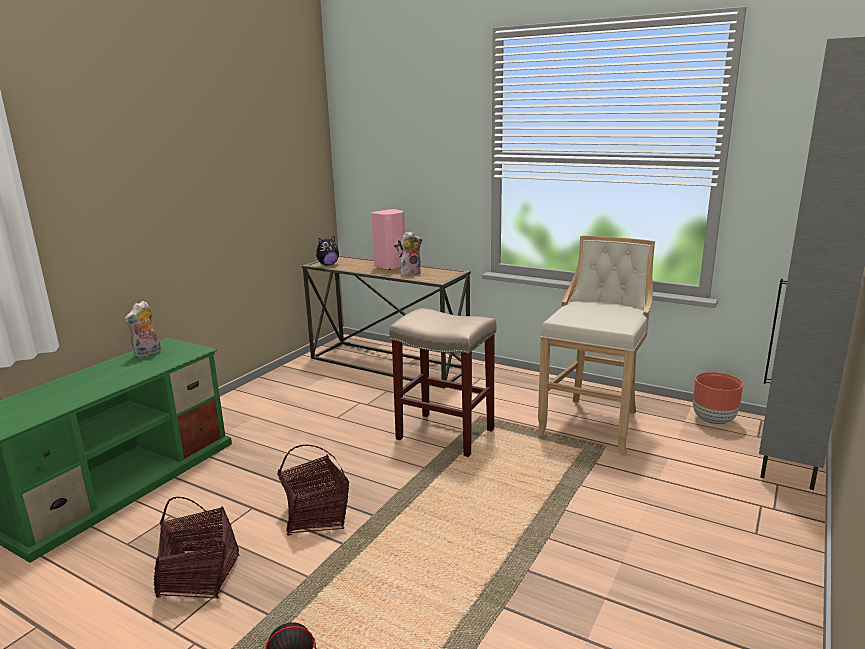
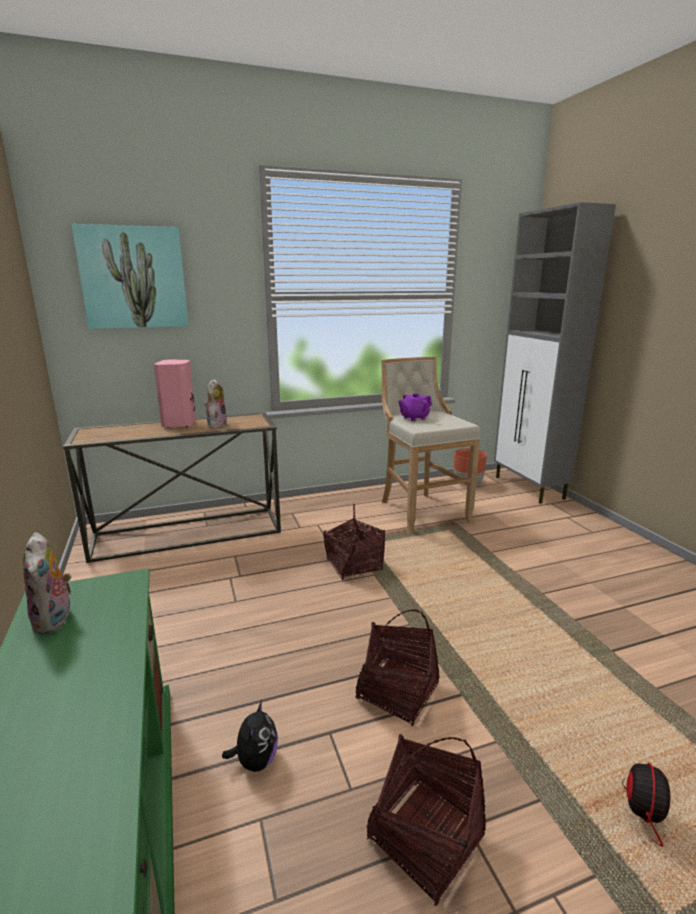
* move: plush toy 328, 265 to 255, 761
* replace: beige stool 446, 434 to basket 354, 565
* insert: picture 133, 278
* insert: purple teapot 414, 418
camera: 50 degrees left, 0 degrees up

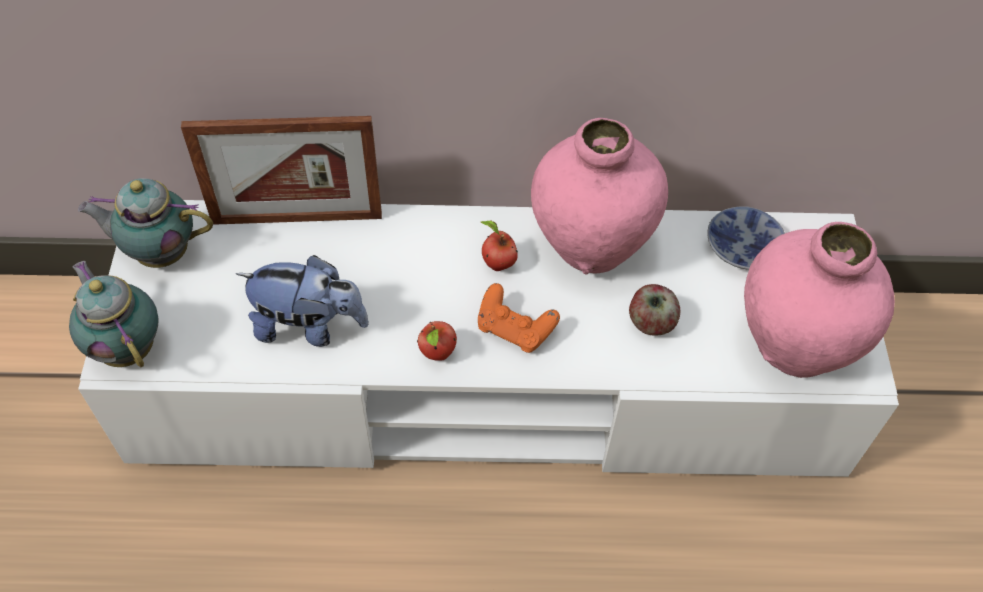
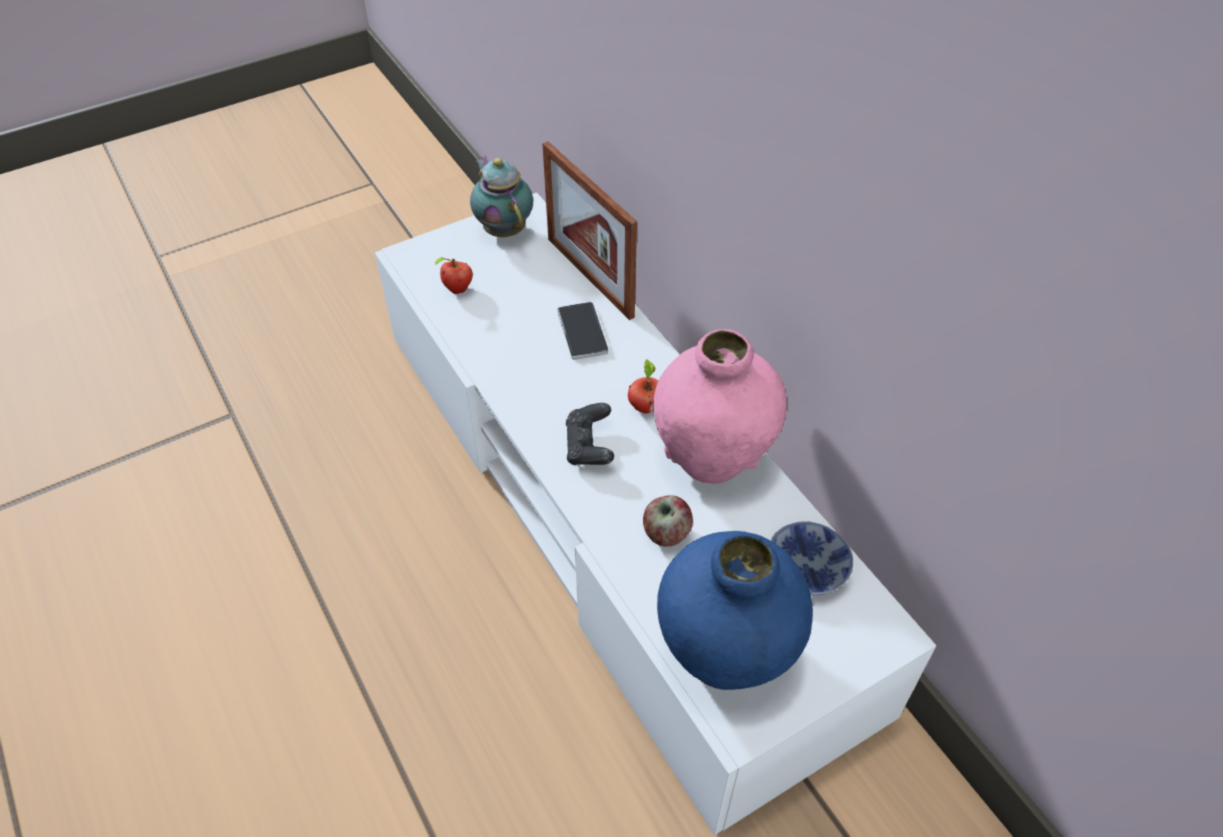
* delete: teapot 127, 346
* delete: plush toy 309, 326
* move: apple 438, 354 to 457, 290
* recolor: orange game controller 515, 329 to black game controller 589, 447
* recolor: pink vase 793, 347 to blue vase 725, 654
* insert: phone 582, 332
camera: 60 degrees right, 5 degrees down

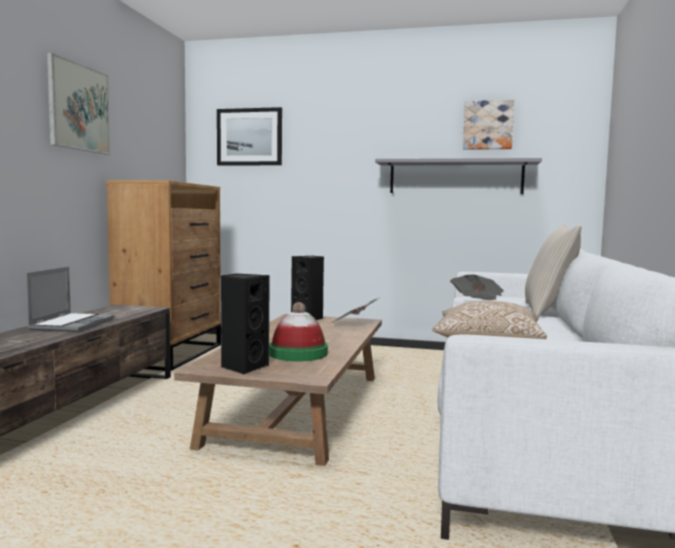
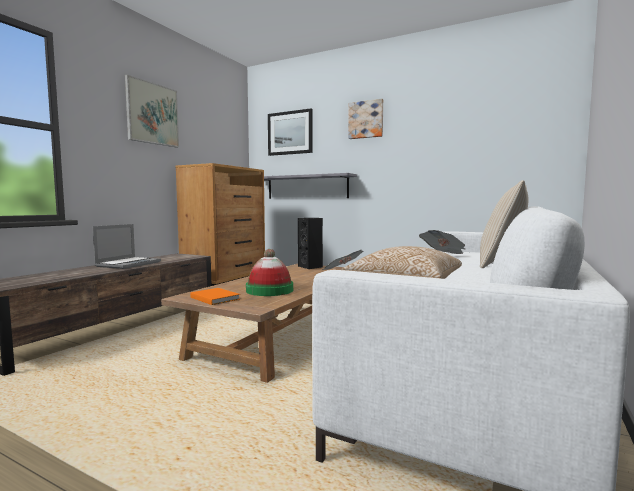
* replace: black speaker 243, 367 to orange book 215, 298
* move: grey shelf 455, 177 to 307, 187
* move: picture 488, 125 to 366, 119
camera: 15 degrees right, 0 degrees up

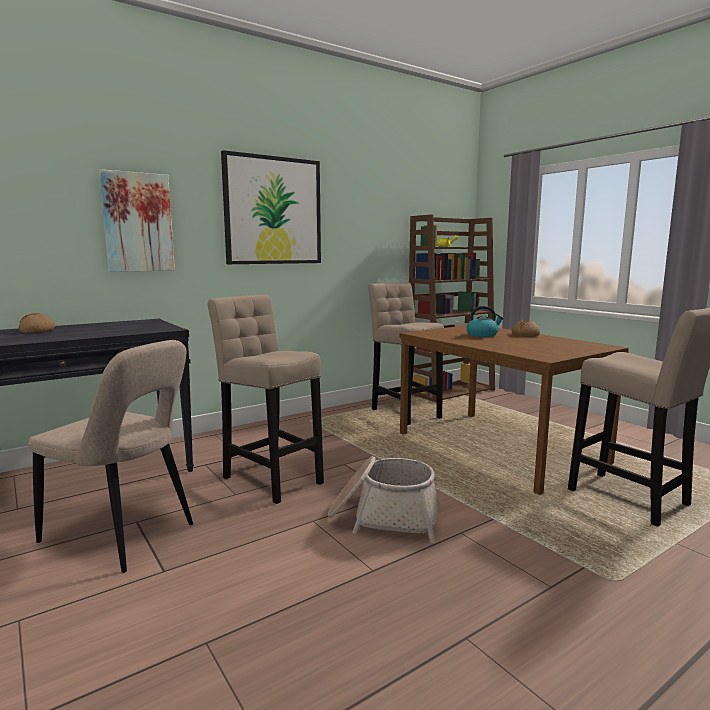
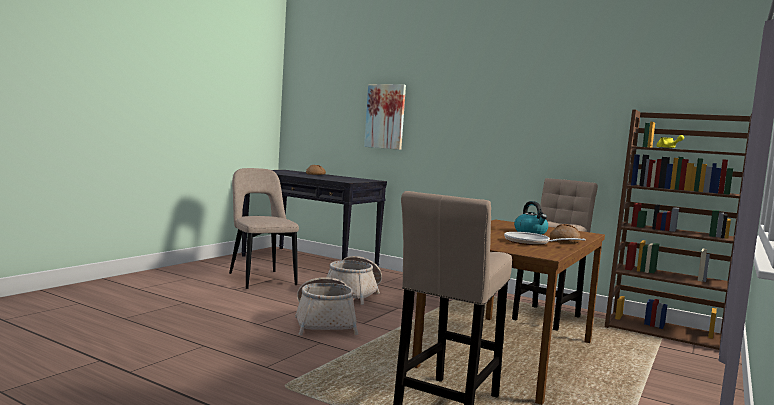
* rotate: beige chair 123, 535 = 260, 279 150 degrees clockwise
* replace: beige stool 270, 478 to basket 353, 293
* delete: picture 273, 211
* insert: frying pan 531, 243
camera: 65 degrees right, 5 degrees down

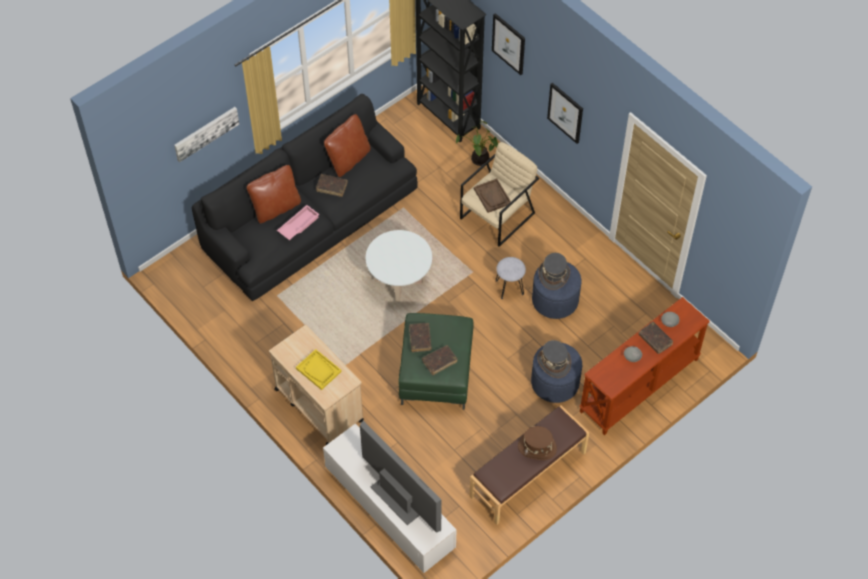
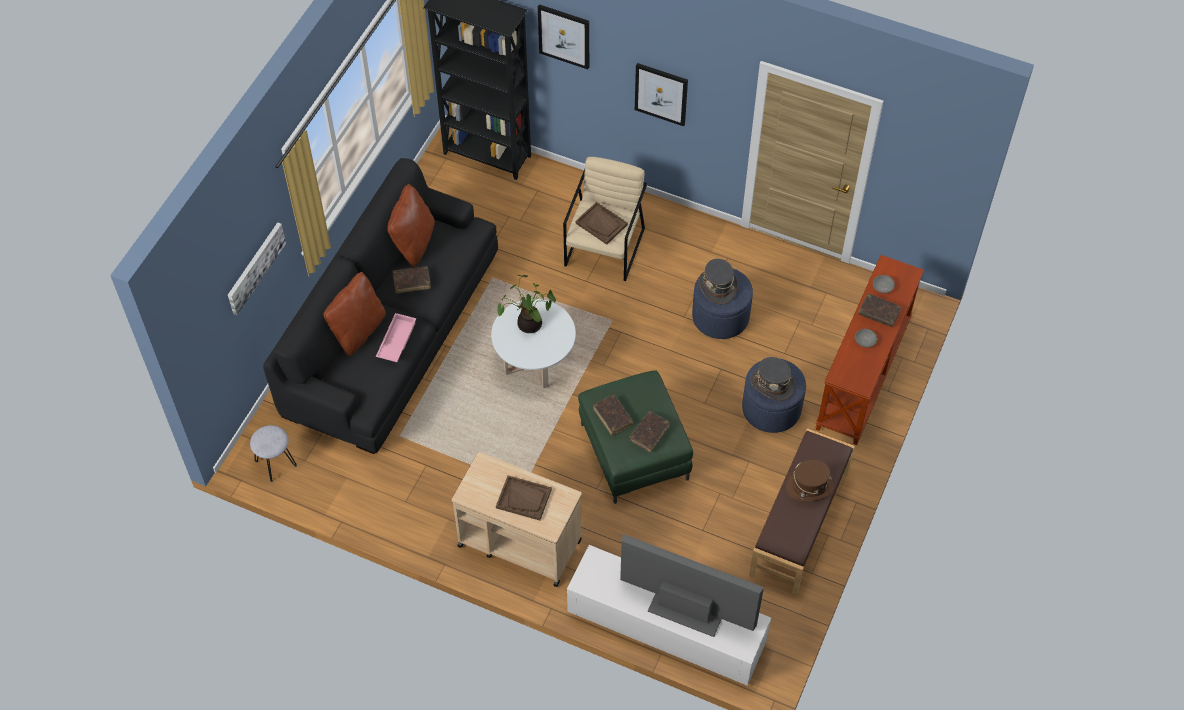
* recolor: yellow tray 318, 370 to brown tray 524, 498
* move: potted plant 478, 160 to 528, 326
* move: grey stool 509, 287 to 275, 463
camera: 25 degrees left, 0 degrees up

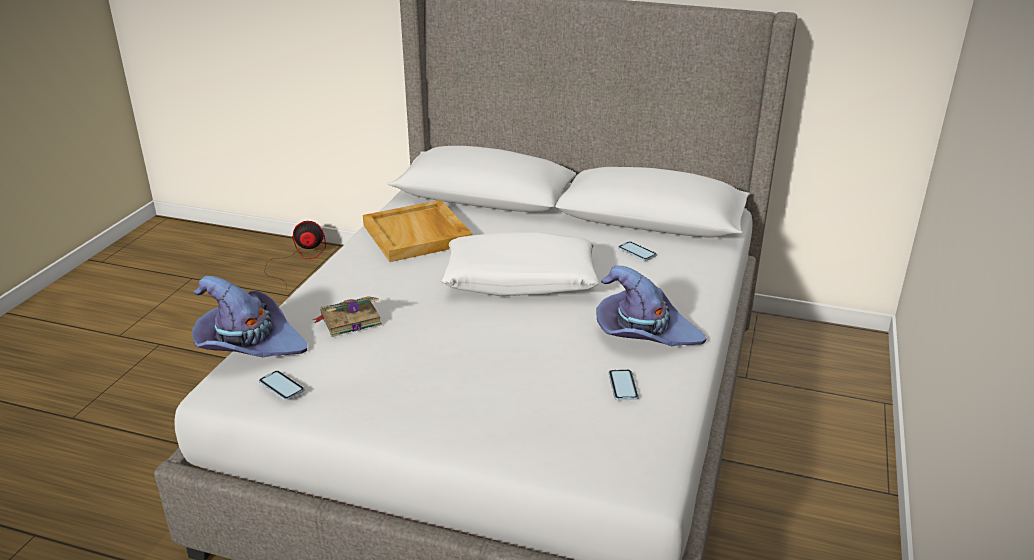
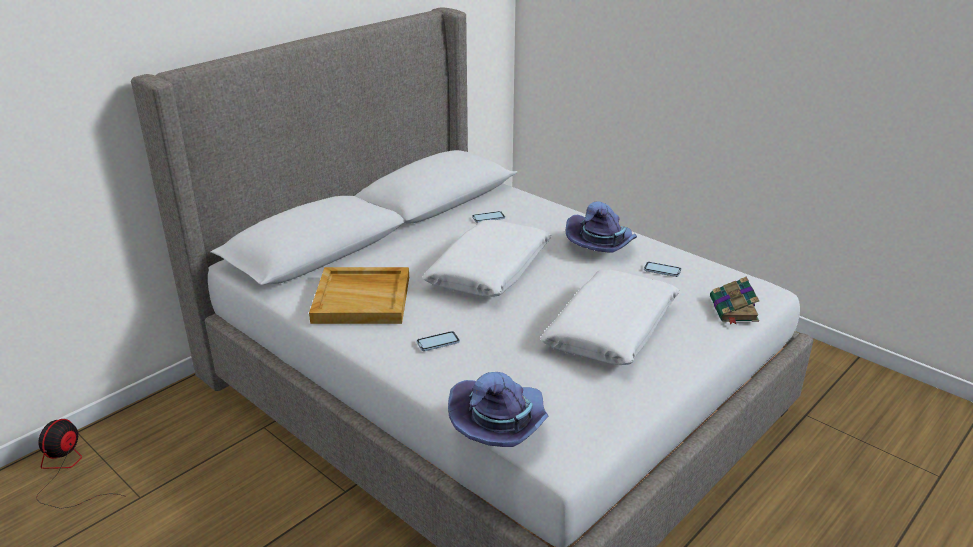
* move: phone 282, 387 to 438, 342
* move: book 349, 320 to 734, 310
* insert: white pillow 611, 330
camera: 65 degrees left, 0 degrees up

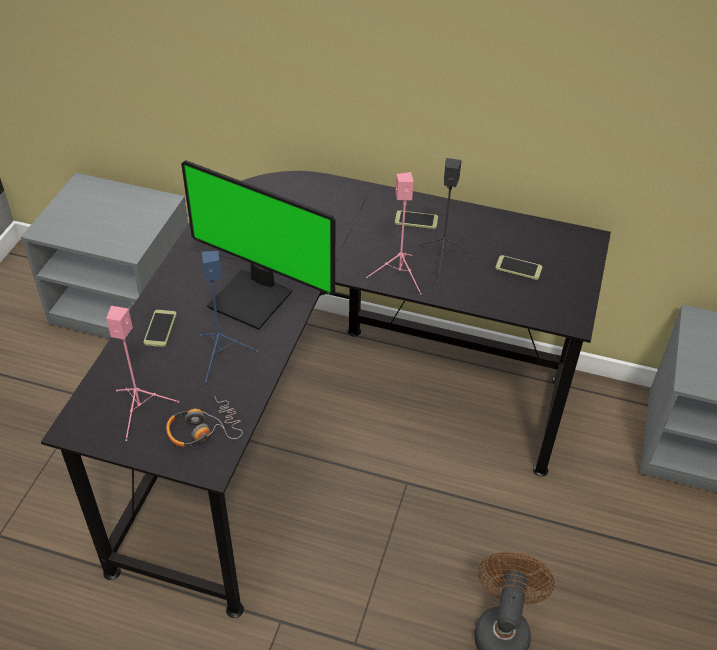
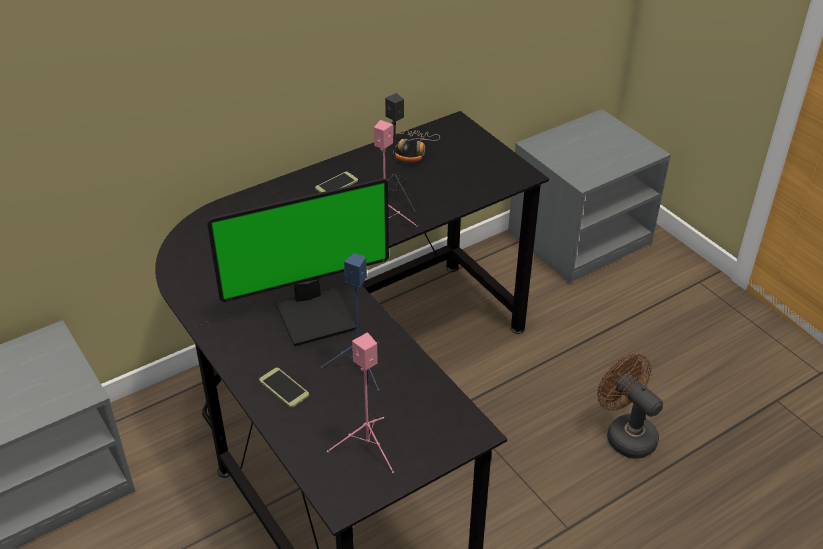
* move: headphones 203, 429 to 412, 150
* delete: phone 518, 268
camera: 50 degrees left, 5 degrees down

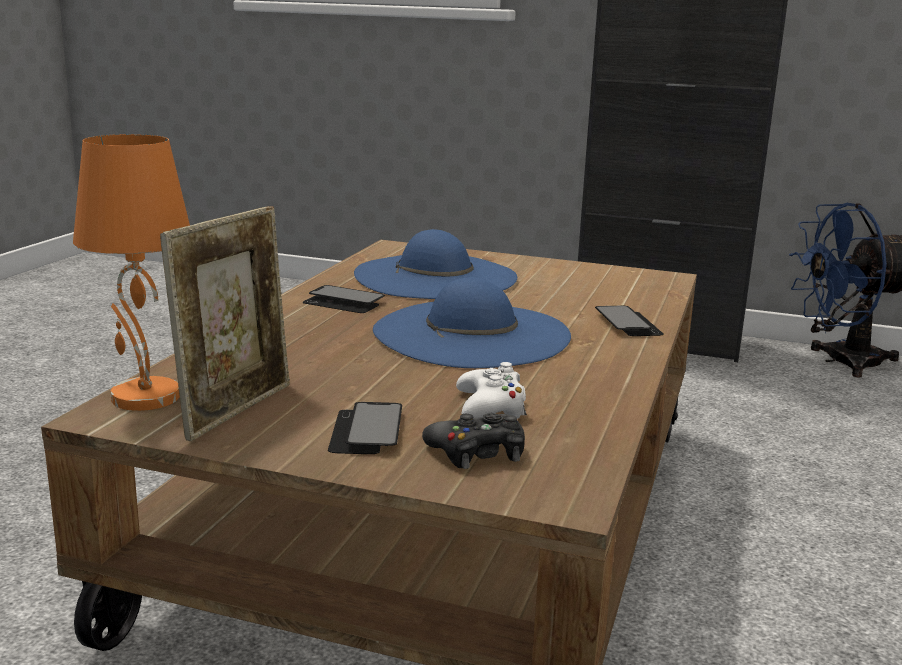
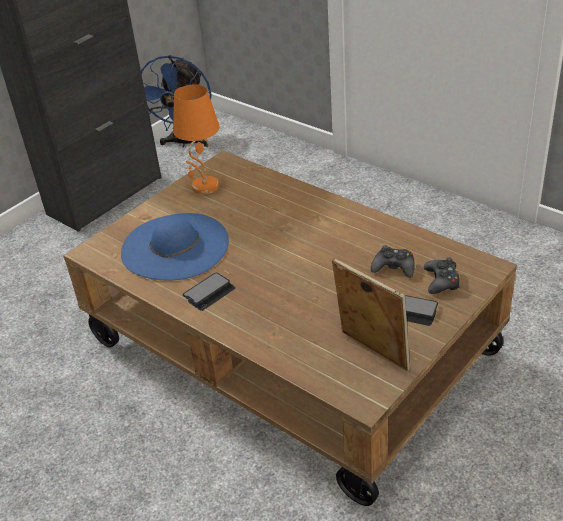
* move: orange table lamp 143, 397 to 205, 187
* delete: blue hat 471, 334
* recolor: white game controller 490, 407 to black game controller 394, 267
* delete: phone 628, 324
camera: 65 degrees left, 20 degrees up

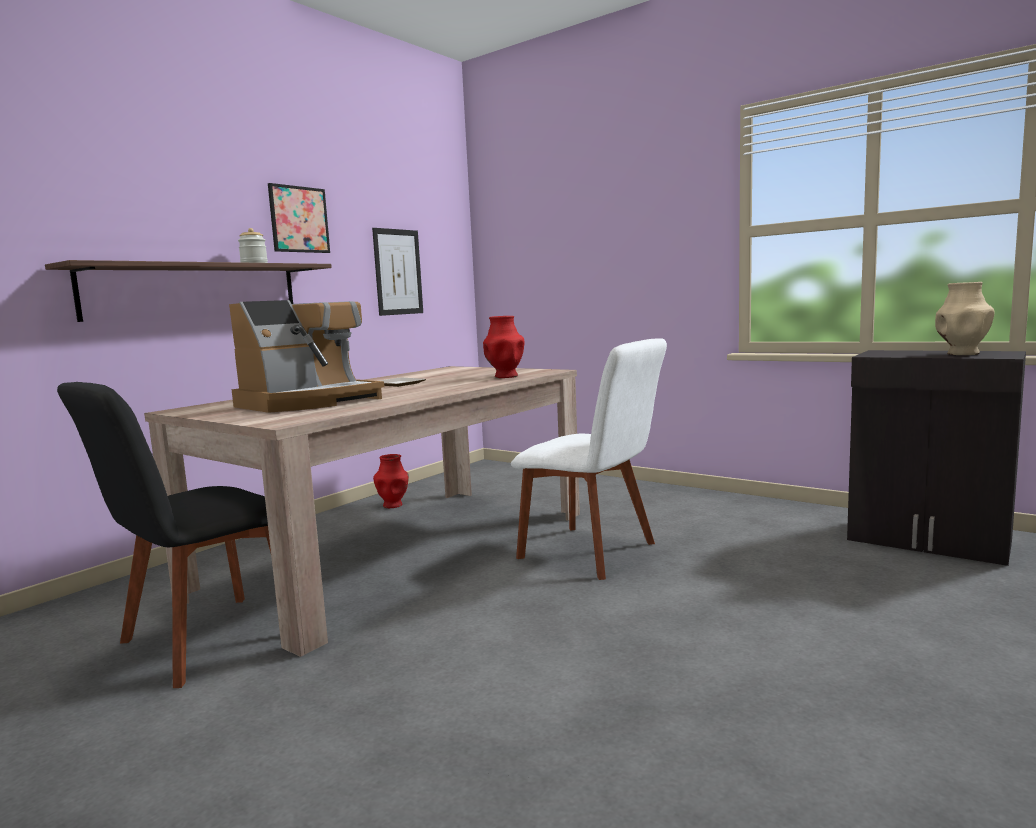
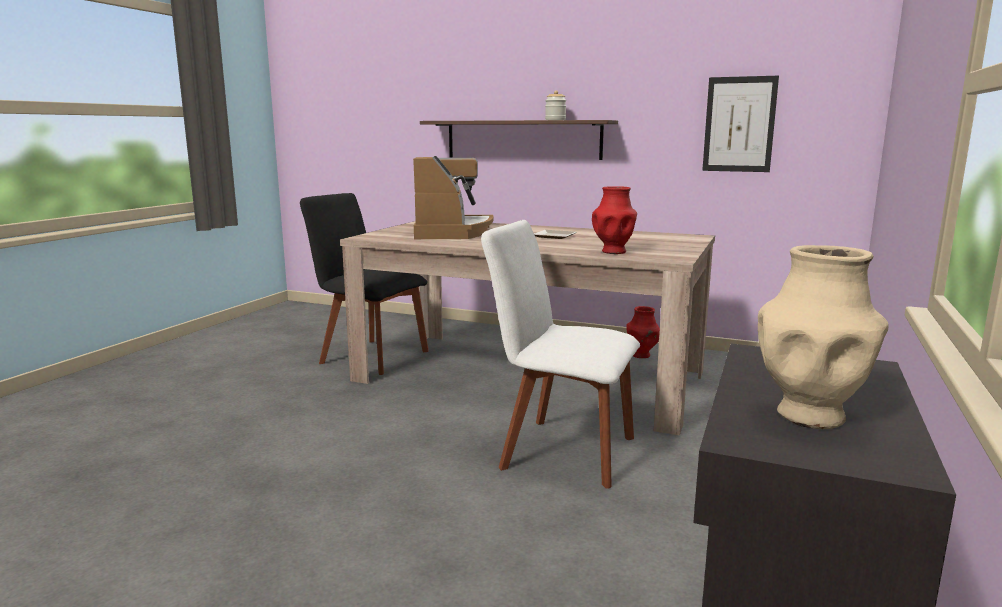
* rotate: coffee machine 309, 402 = 452, 232 120 degrees counterclockwise
* delete: picture 299, 219
* rotate: white chair 593, 552 = 561, 451 90 degrees clockwise
camera: 75 degrees right, 5 degrees up

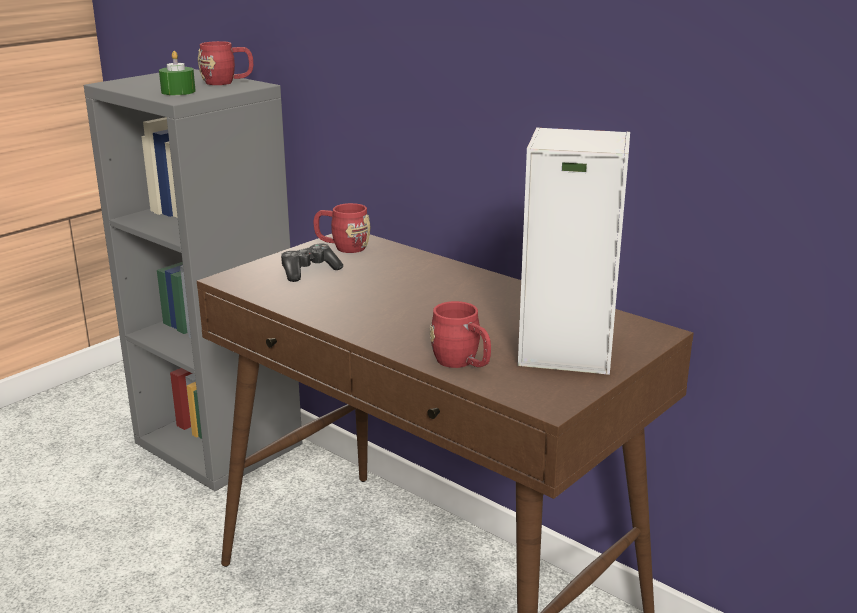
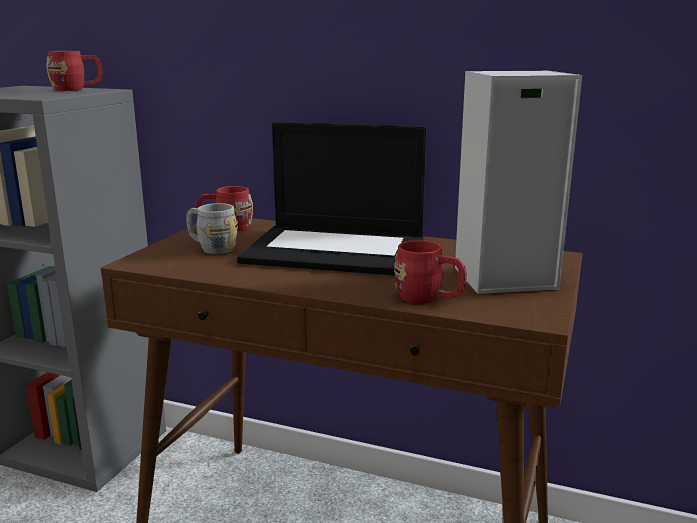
* delete: green candle 178, 91
* replace: game controller 309, 271 to grey mug 211, 248
* insert: laptop 338, 250
camera: 20 degrees left, 5 degrees down

